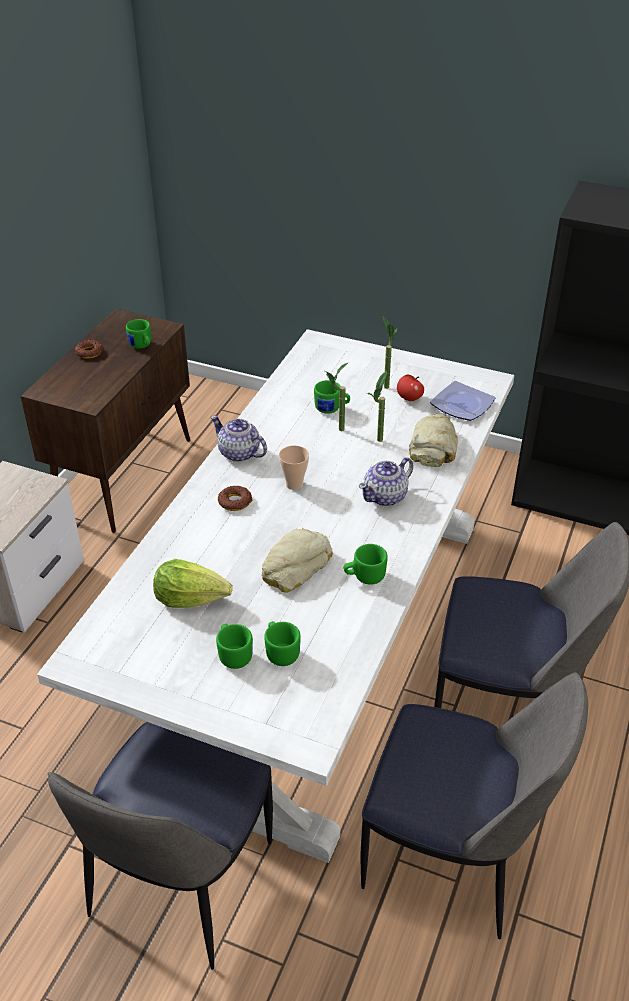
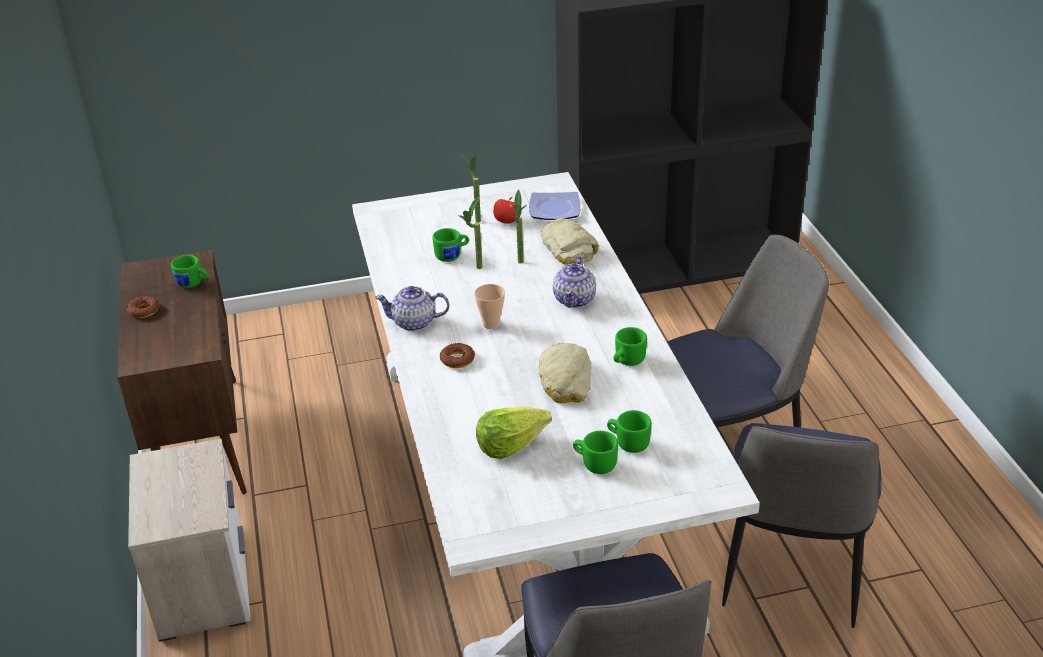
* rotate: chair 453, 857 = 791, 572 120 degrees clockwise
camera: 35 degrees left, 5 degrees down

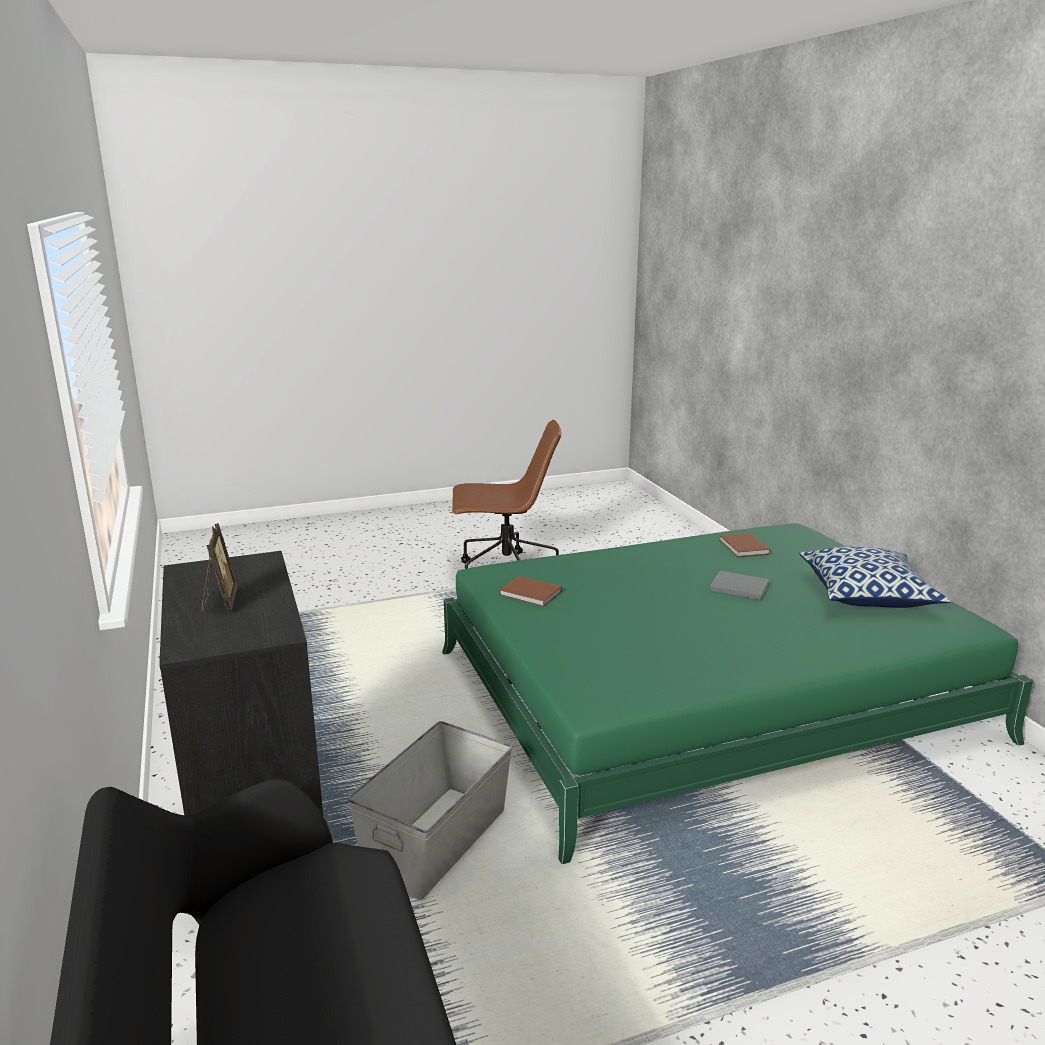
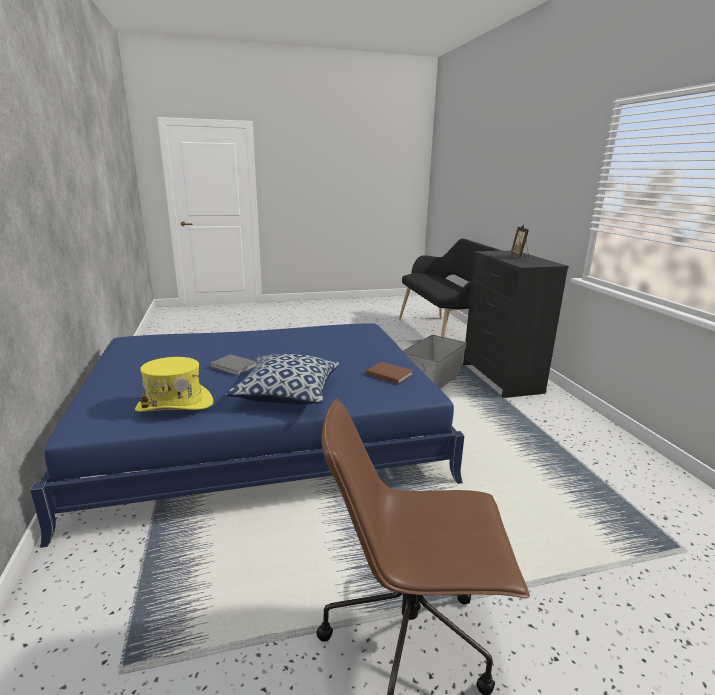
* recolor: green bed 706, 694 to blue bed 263, 432
* replace: brown book 743, 548 to yellow hat 175, 405
* move: pillow 867, 595 to 287, 393
camera: 175 degrees left, 0 degrees up

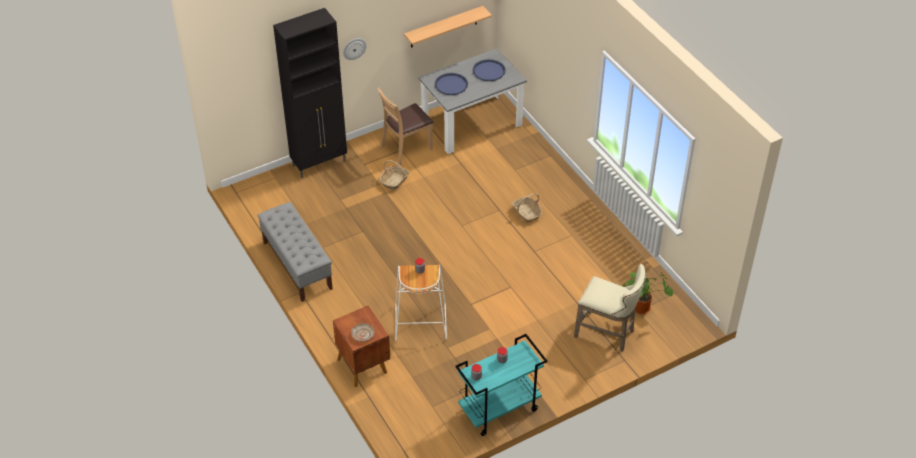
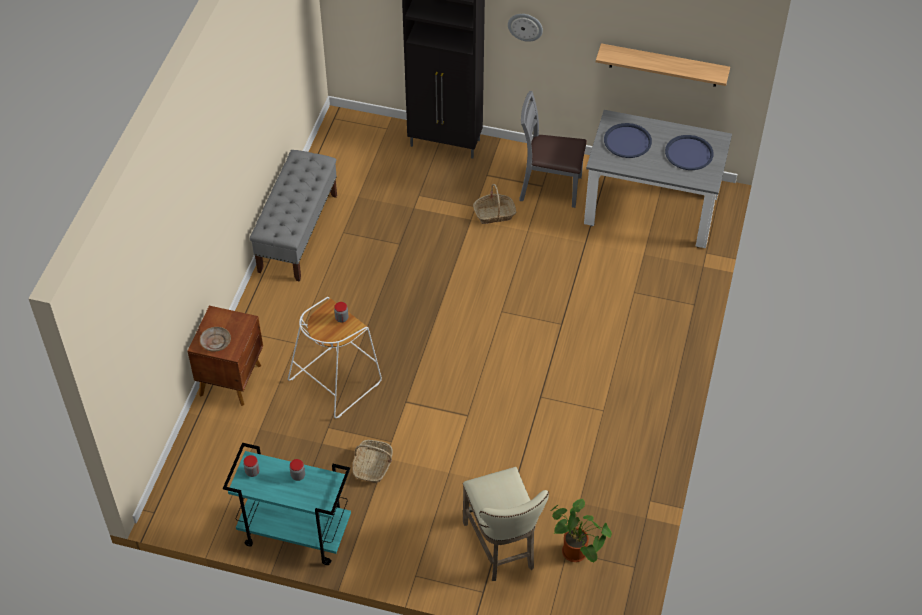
* recolor: brown chair 406, 148 to grey chair 549, 187
* move: basket 526, 213 to 373, 466
camera: 45 degrees right, 5 degrees up

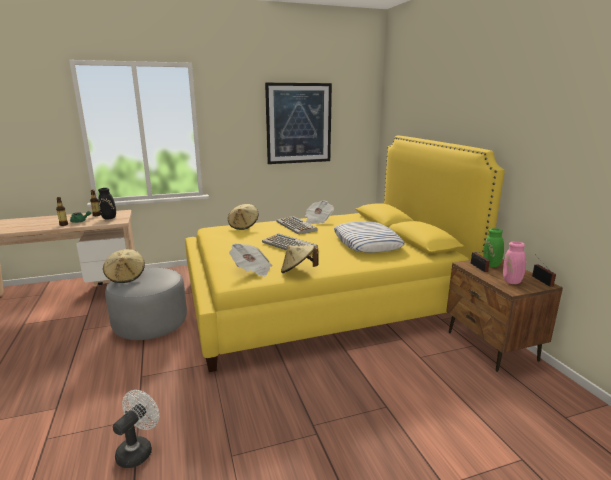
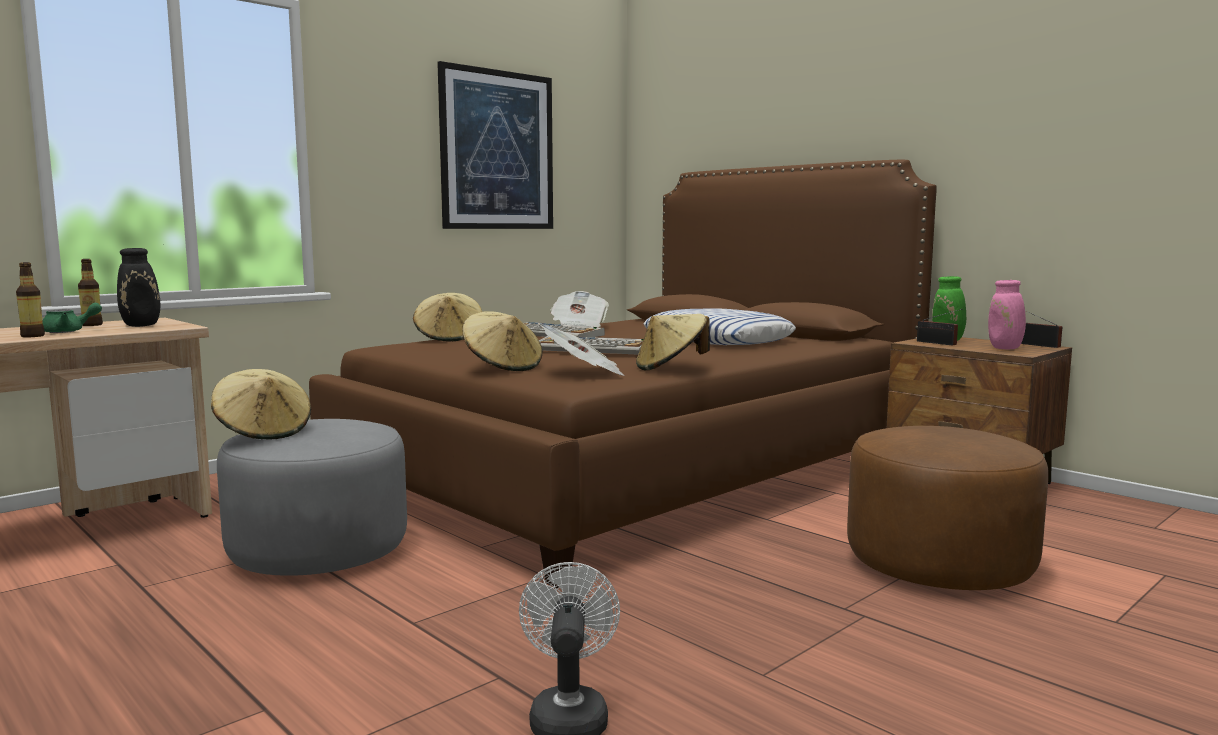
* recolor: yellow bed 321, 297 to brown bed 632, 467
* insert: beige hat 503, 367
* insert: brown ottoman 939, 564
camera: 25 degrees left, 10 degrees down

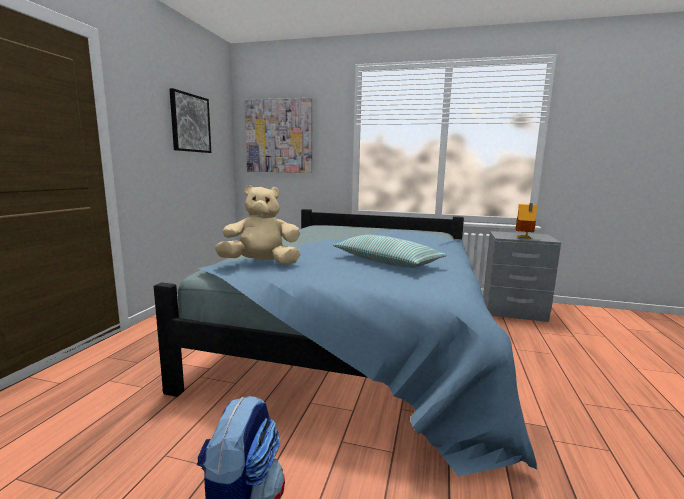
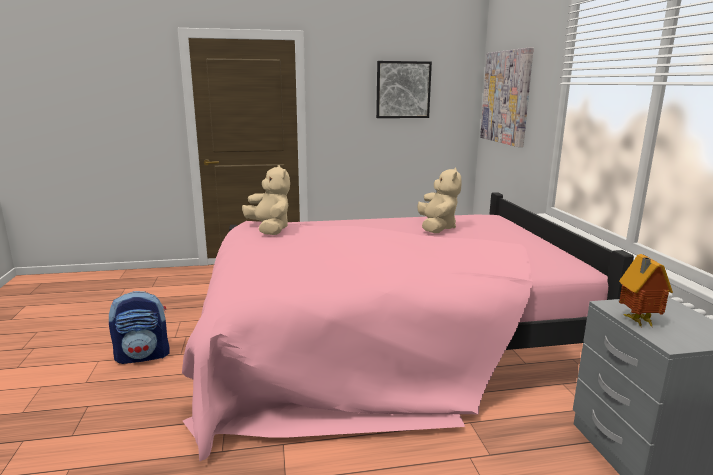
* recolor: blue bed 360, 337 to pink bed 385, 343
* delete: pillow 386, 262
* insert: beige plush toy 437, 228
camera: 65 degrees right, 5 degrees up

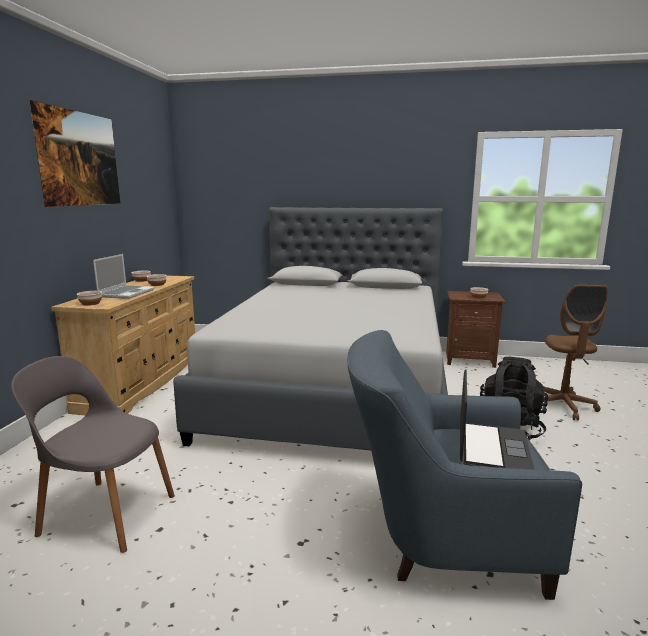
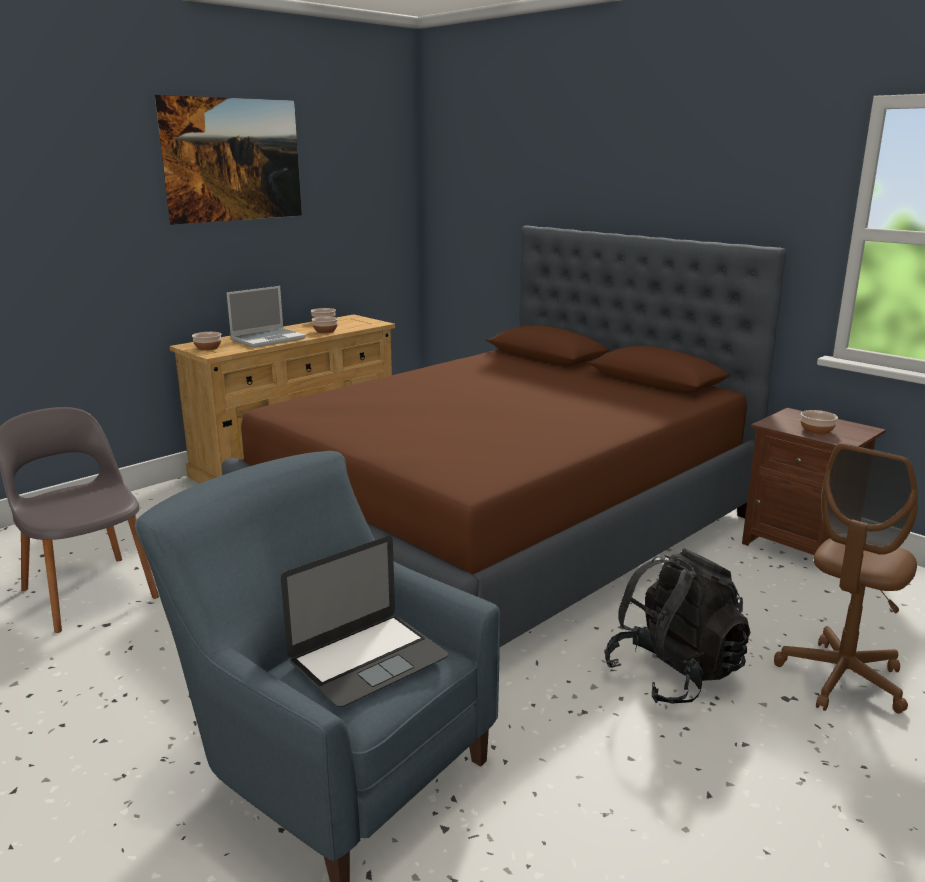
* recolor: grey bed 335, 388 to brown bed 503, 530
camera: 35 degrees right, 5 degrees up

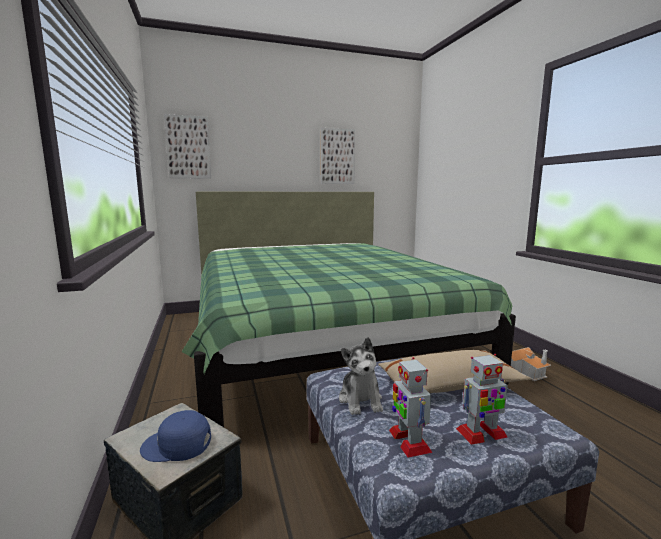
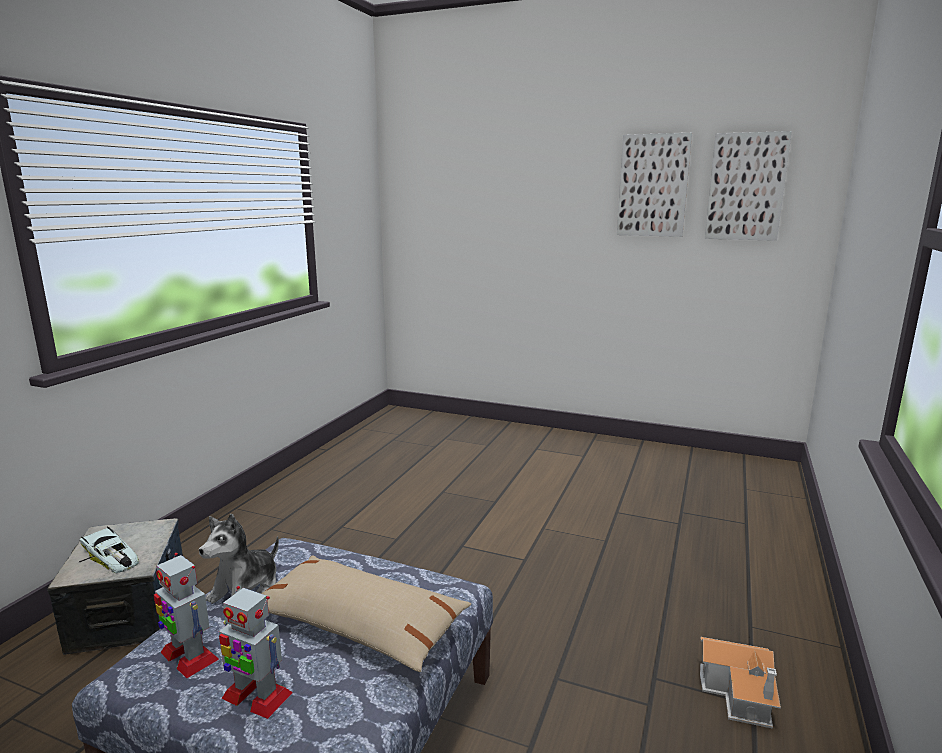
* replace: blue cap 177, 445 to toy car 110, 557
* move: picture 188, 147 to 746, 187
* delete: green bed 320, 340
* rotate: toy robot 409, 440 = 188, 656 75 degrees counterclockwise
camera: 40 degrees right, 5 degrees up

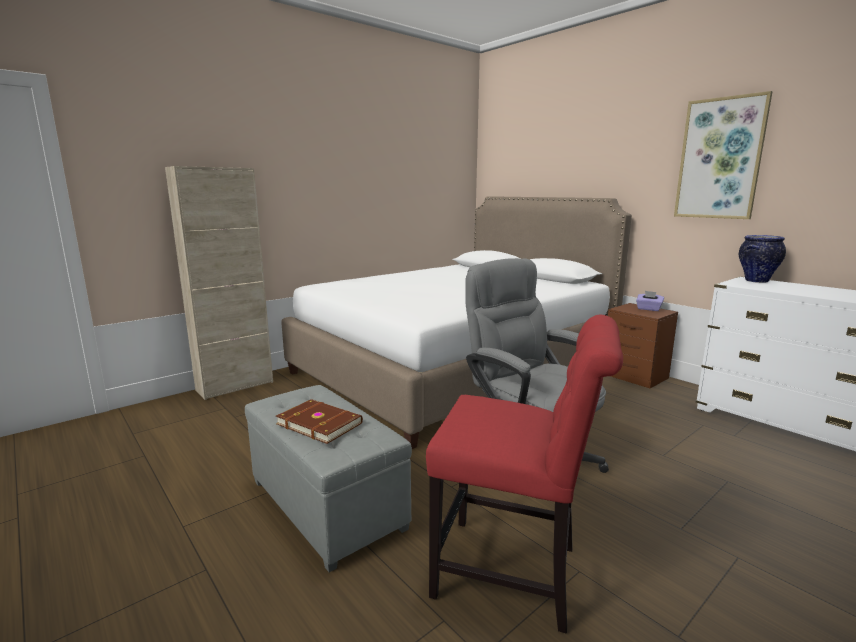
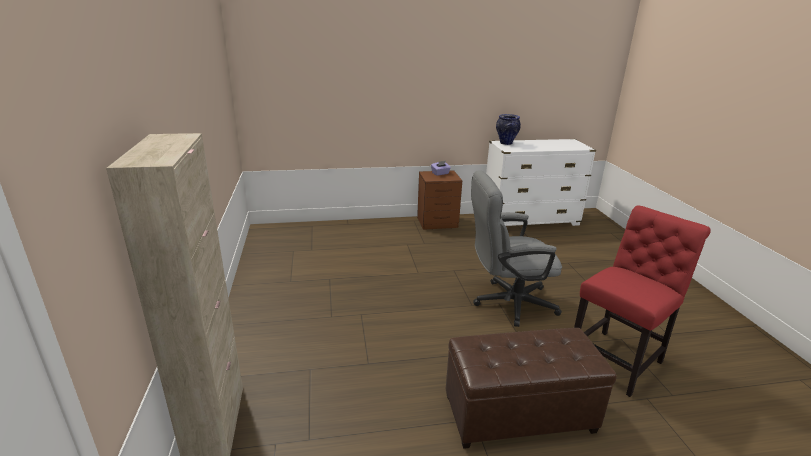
* recolor: grey ottoman 325, 505 to brown ottoman 519, 414
* delete: brown book 320, 423
* delete: white bed 455, 367
* delete: picture 720, 159
camera: 60 degrees left, 10 degrees up

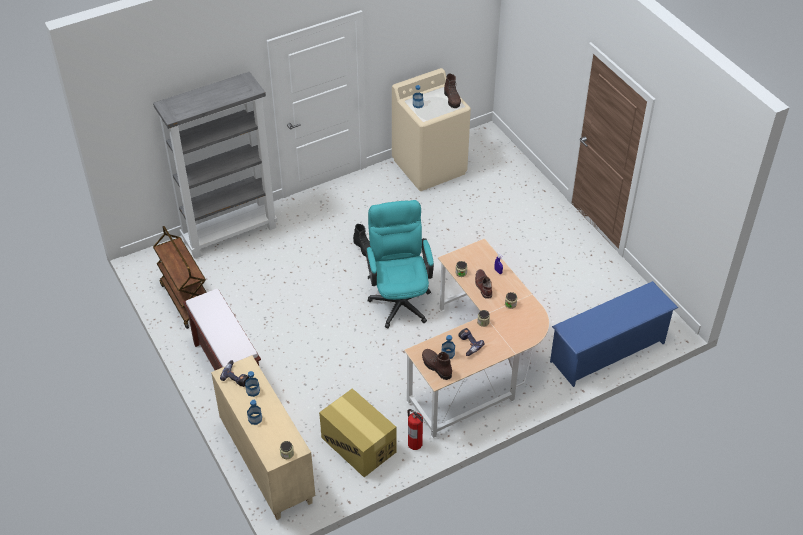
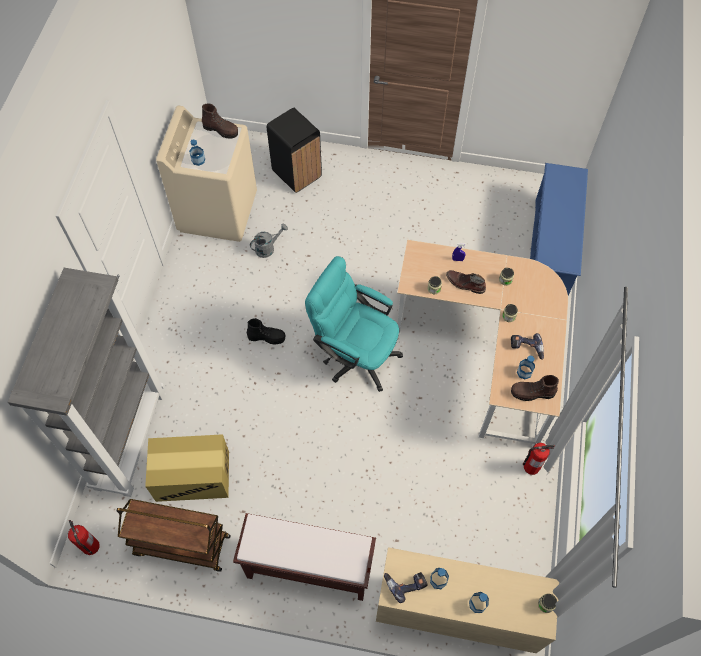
* move: cardboard box 358, 445 to 193, 476
* insert: fire extinguisher 91, 547
* insert: grey watering can 268, 248
* insert: black trash can 297, 173
camera: 50 degrees left, 15 degrees up

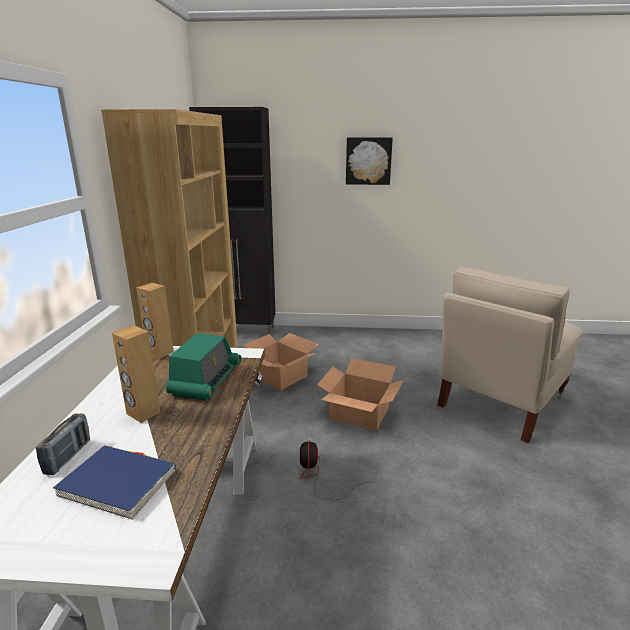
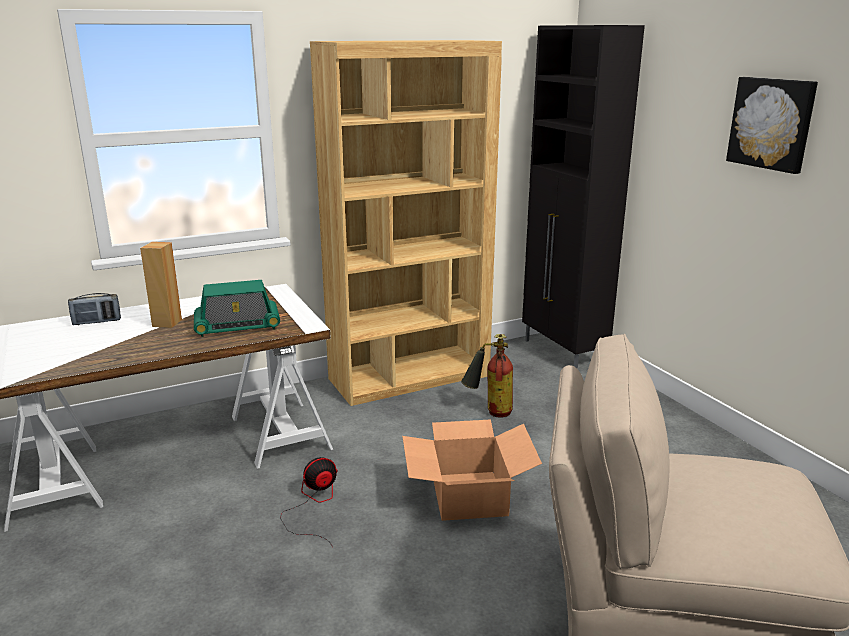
* delete: blue book 118, 483
* delete: brown speaker 159, 353
* replace: cardboard box 279, 375 to fire extinguisher 489, 412
camera: 60 degrees right, 0 degrees up

